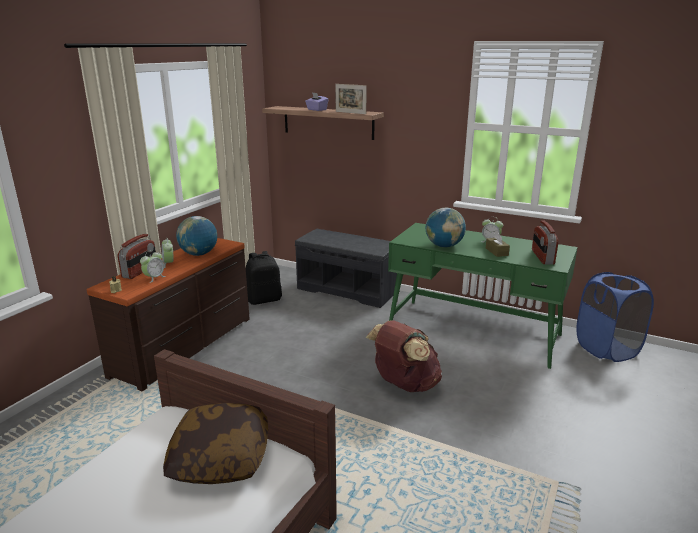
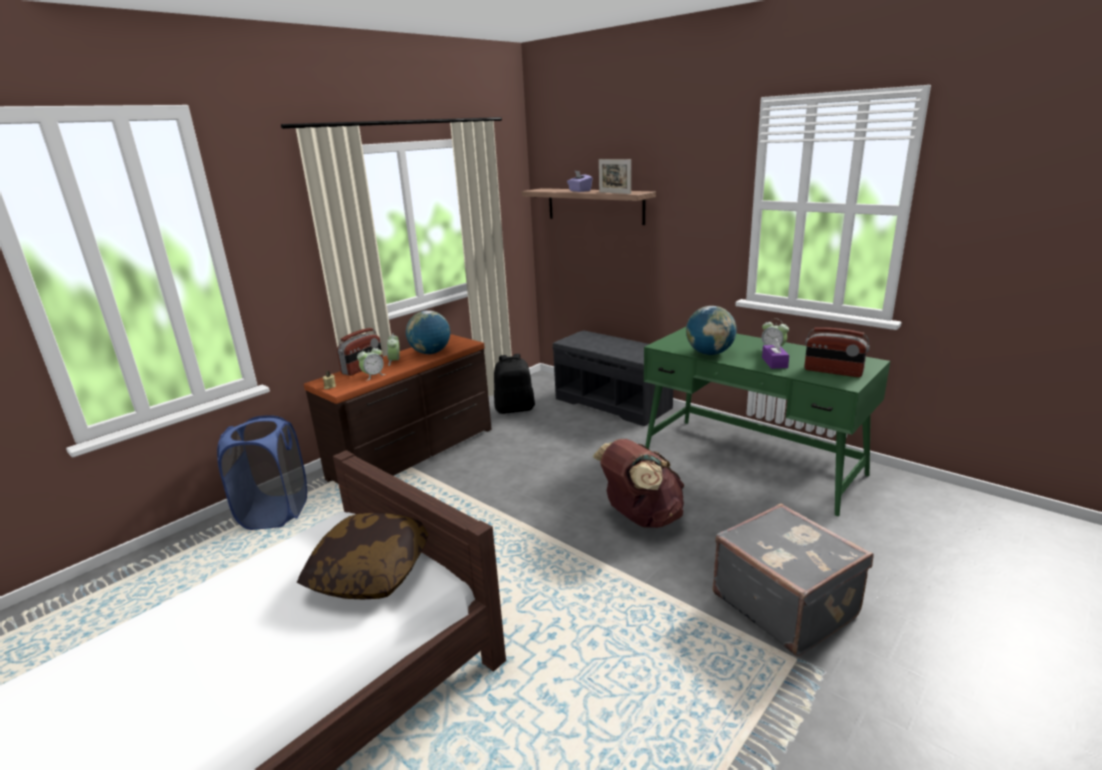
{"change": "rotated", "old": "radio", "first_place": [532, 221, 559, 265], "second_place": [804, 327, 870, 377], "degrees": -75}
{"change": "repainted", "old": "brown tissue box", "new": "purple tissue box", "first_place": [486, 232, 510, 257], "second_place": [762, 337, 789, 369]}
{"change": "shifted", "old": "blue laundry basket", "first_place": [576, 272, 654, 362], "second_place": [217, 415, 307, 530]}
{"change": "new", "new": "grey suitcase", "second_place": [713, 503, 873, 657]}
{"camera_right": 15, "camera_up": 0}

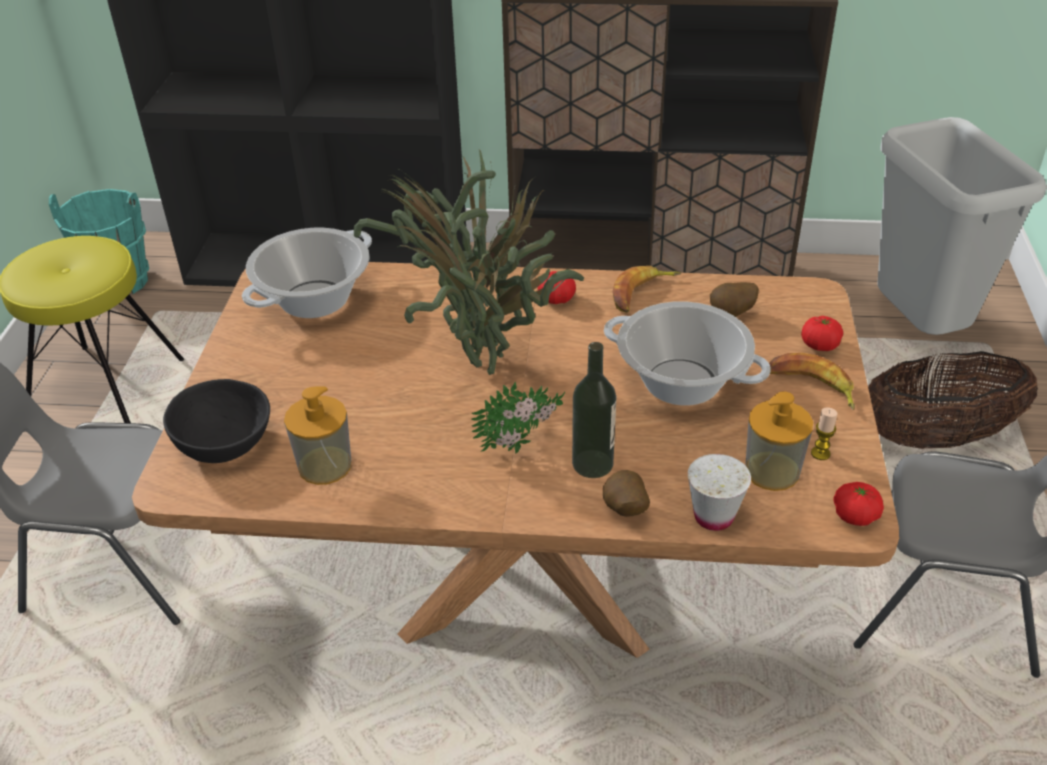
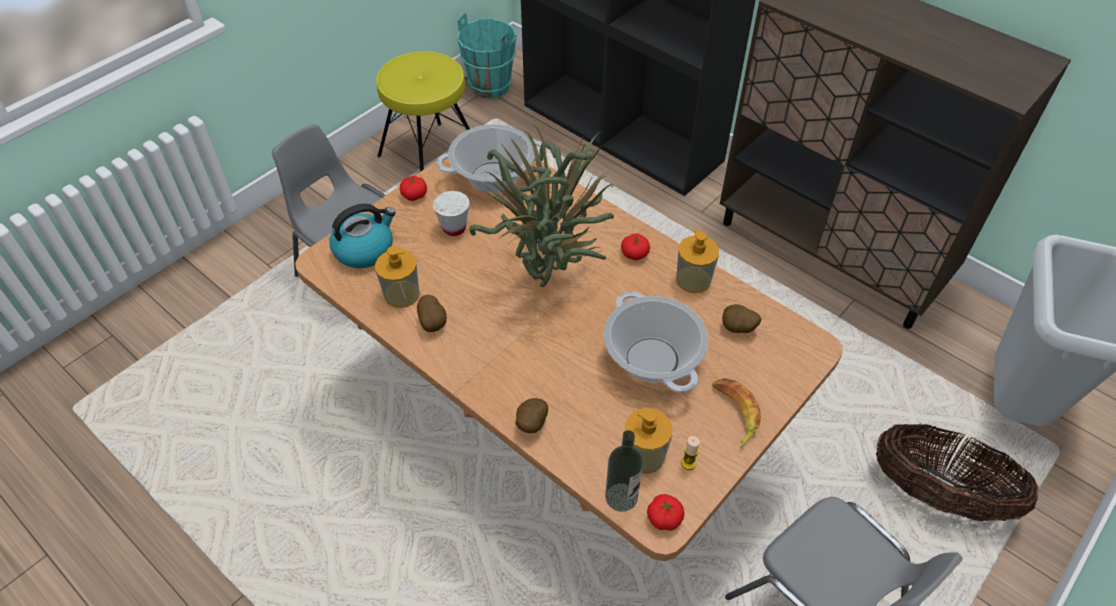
{"change": "swapped", "old": "banana", "new": "soap dispenser", "first_place": [613, 266, 681, 313], "second_place": [676, 229, 719, 293]}
{"change": "shifted", "old": "tomato", "first_place": [801, 316, 843, 351], "second_place": [400, 176, 427, 201]}
{"change": "shifted", "old": "bottle", "first_place": [572, 342, 616, 478], "second_place": [605, 430, 643, 512]}
{"change": "swapped", "old": "black bowl", "new": "kettle", "first_place": [163, 379, 270, 463], "second_place": [330, 203, 396, 268]}
{"change": "gone", "old": "potted plant", "first_place": [471, 382, 565, 453]}
{"change": "shifted", "old": "white cup", "first_place": [688, 454, 751, 531], "second_place": [433, 191, 470, 236]}
{"change": "new", "new": "potato", "second_place": [417, 294, 447, 332]}
{"camera_right": 35, "camera_up": 10}

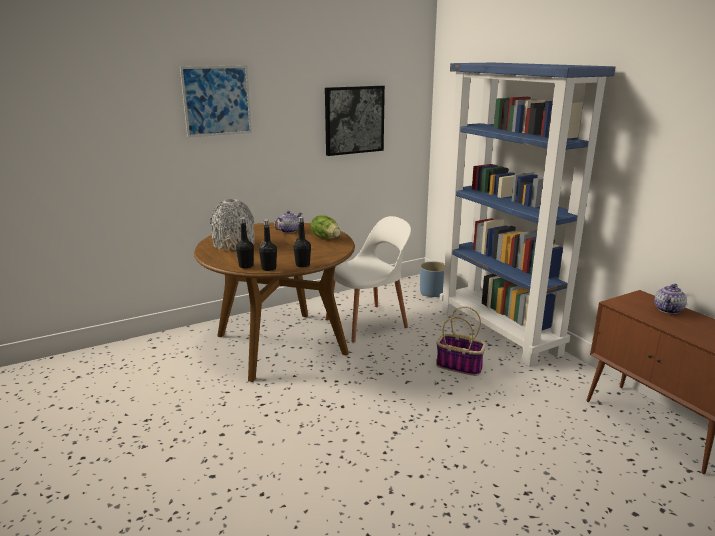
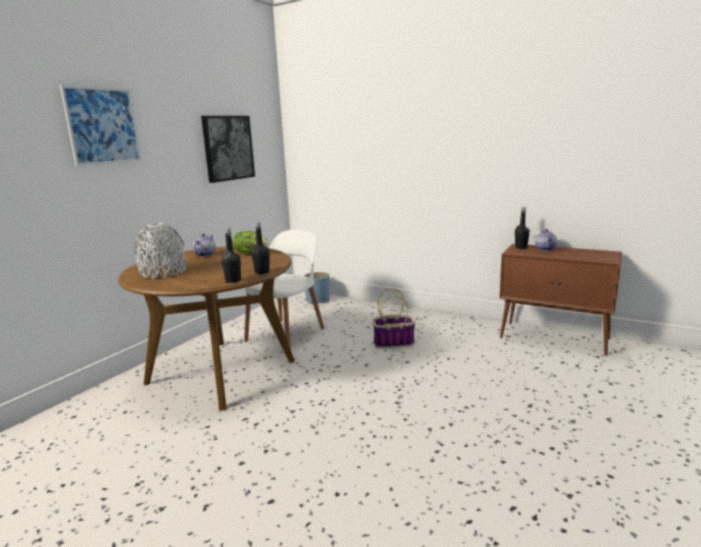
{"change": "gone", "old": "blue bookcase", "first_place": [440, 63, 615, 367]}
{"change": "shifted", "old": "black bottle", "first_place": [236, 217, 254, 269], "second_place": [515, 207, 530, 249]}
{"camera_right": -30, "camera_up": -5}

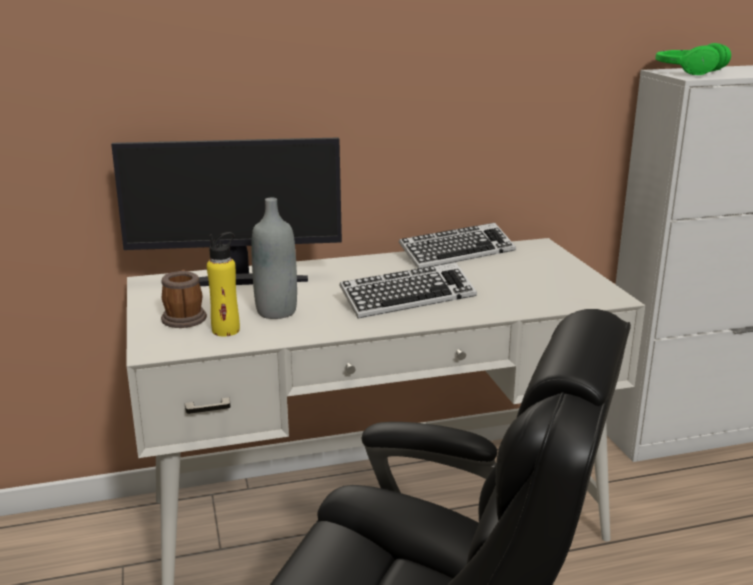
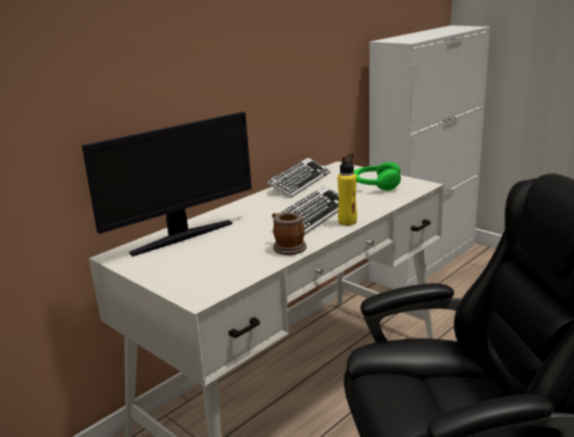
{"change": "shifted", "old": "green headphones", "first_place": [655, 43, 731, 75], "second_place": [354, 162, 401, 191]}
{"change": "gone", "old": "grey bottle", "first_place": [251, 198, 297, 319]}
{"change": "shifted", "old": "yellow bottle", "first_place": [207, 232, 240, 336], "second_place": [337, 154, 357, 225]}
{"change": "shifted", "old": "mug", "first_place": [161, 270, 207, 328], "second_place": [272, 212, 307, 255]}
{"camera_right": -30, "camera_up": 0}

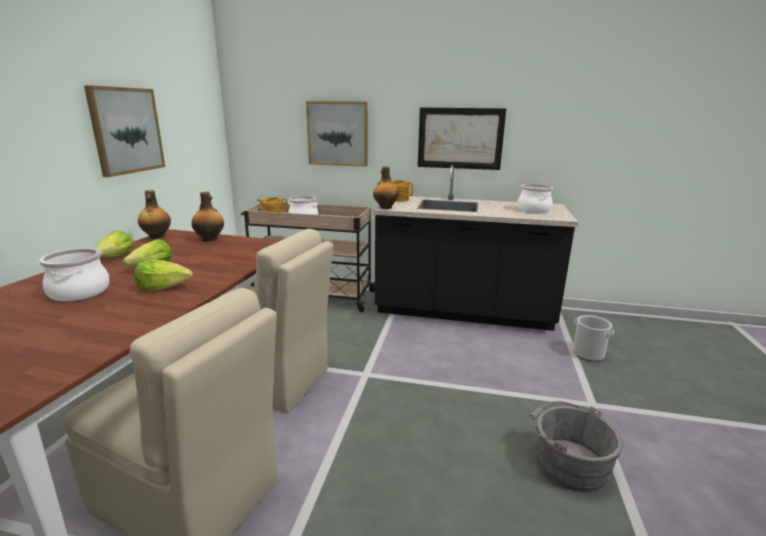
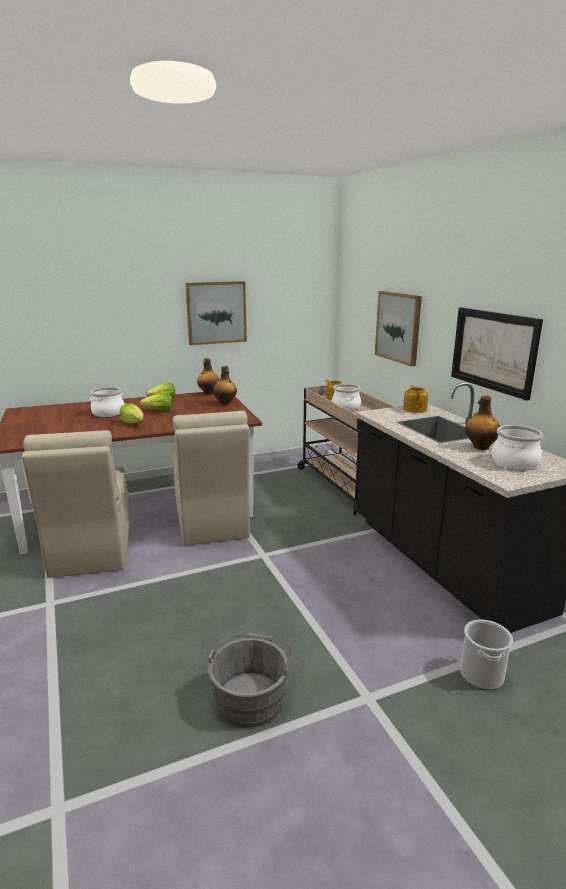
{"change": "shifted", "old": "bottle", "first_place": [373, 166, 399, 209], "second_place": [465, 395, 500, 450]}
{"camera_right": 55, "camera_up": 0}

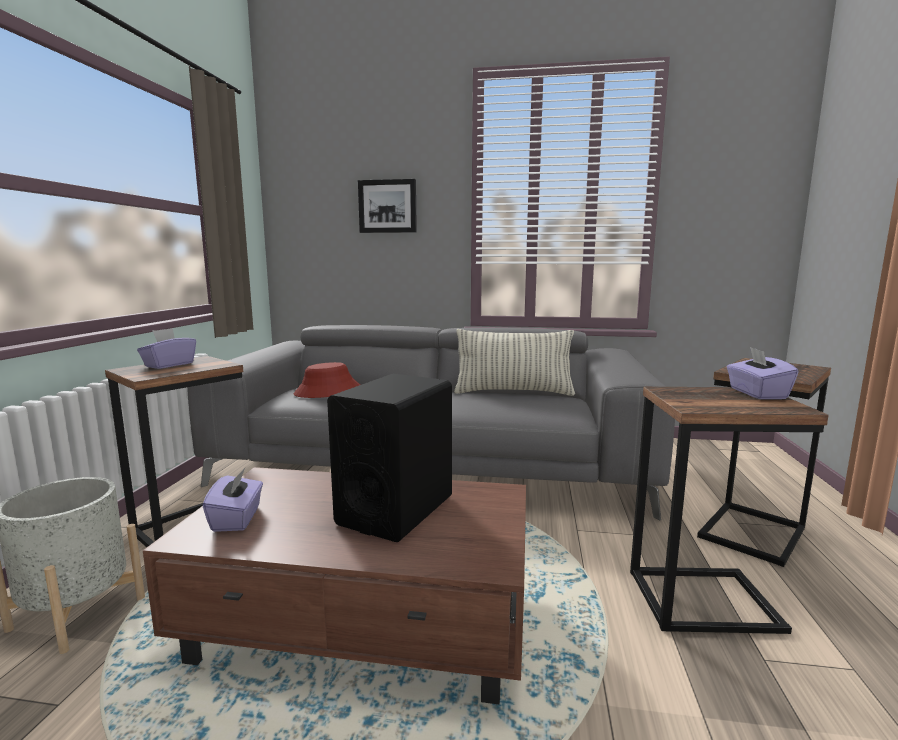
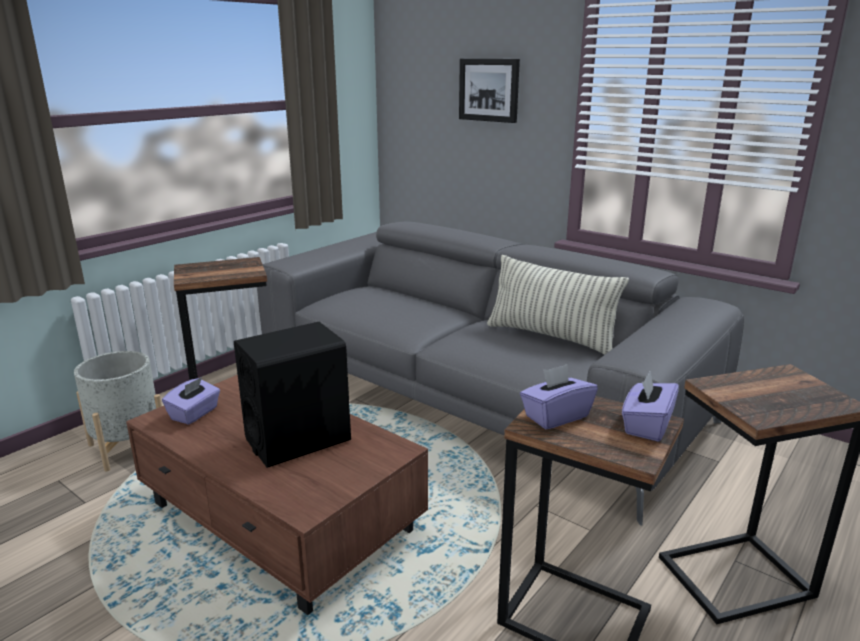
{"change": "shifted", "old": "purple tissue box", "first_place": [137, 328, 196, 369], "second_place": [520, 364, 598, 429]}
{"change": "gone", "old": "red hat", "first_place": [293, 362, 360, 398]}
{"camera_right": 30, "camera_up": 10}

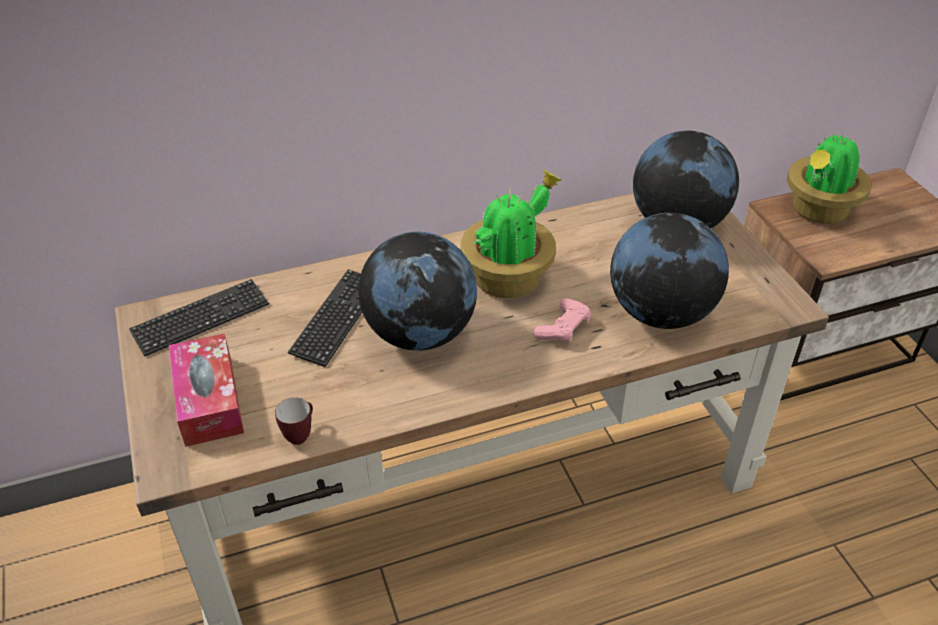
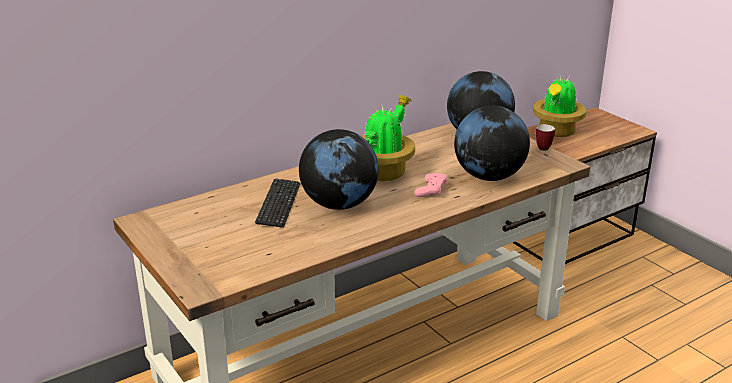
{"change": "gone", "old": "keyboard", "first_place": [129, 279, 269, 357]}
{"change": "gone", "old": "tissue box", "first_place": [169, 333, 244, 447]}
{"change": "shifted", "old": "mug", "first_place": [275, 397, 313, 445], "second_place": [536, 124, 555, 151]}
{"camera_right": -15, "camera_up": -15}

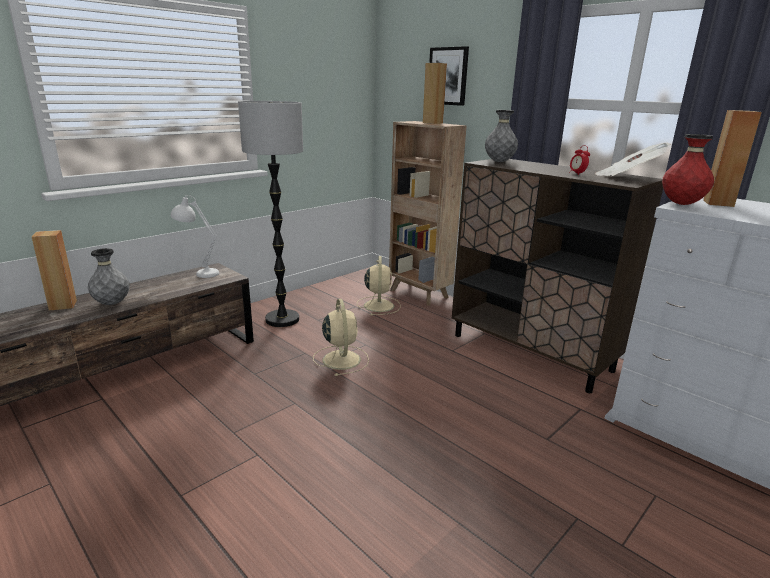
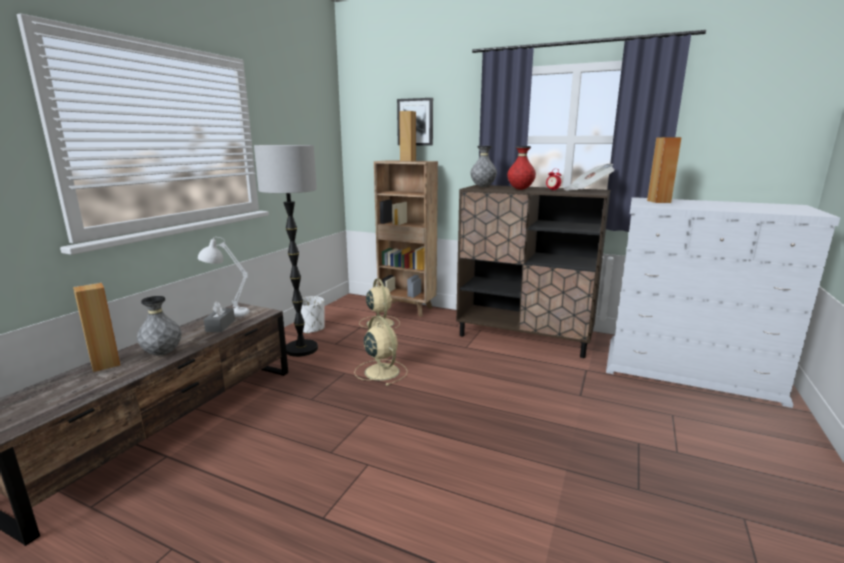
{"change": "shifted", "old": "red vase", "first_place": [662, 134, 714, 205], "second_place": [507, 146, 536, 190]}
{"change": "new", "new": "white planter", "second_place": [301, 296, 325, 334]}
{"change": "new", "new": "grey tissue box", "second_place": [204, 301, 235, 332]}
{"camera_right": -20, "camera_up": -5}

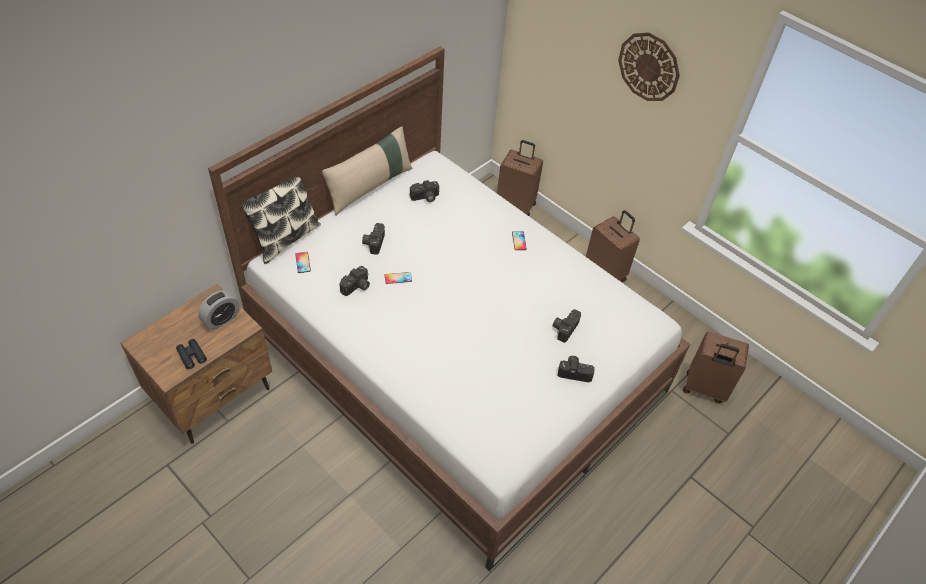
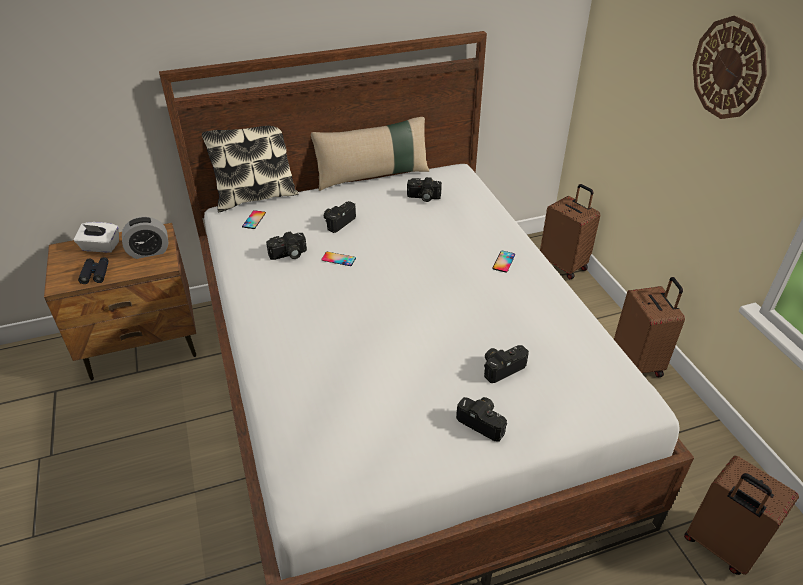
{"change": "new", "new": "white tissue box", "second_place": [74, 222, 119, 253]}
{"camera_right": 30, "camera_up": -10}

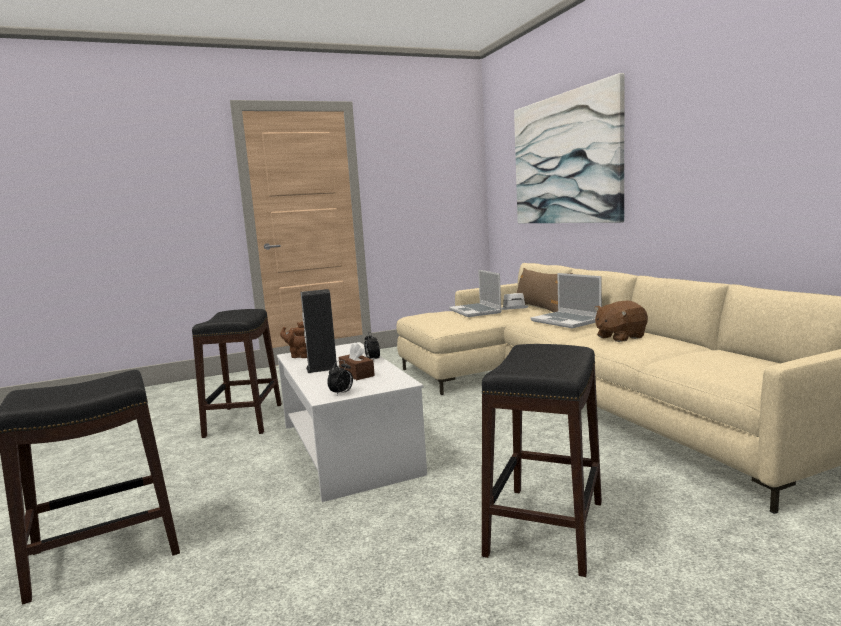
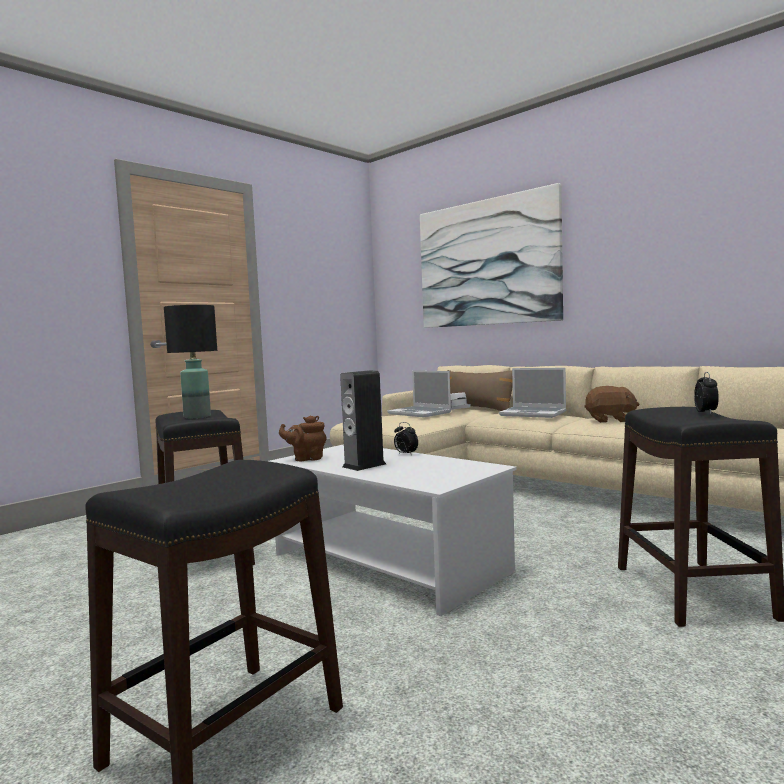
{"change": "rotated", "old": "brown plush toy", "first_place": [595, 301, 648, 342], "second_place": [584, 386, 639, 423], "degrees": -120}
{"change": "gone", "old": "brown tissue box", "first_place": [339, 342, 375, 380]}
{"change": "shifted", "old": "alarm clock", "first_place": [327, 360, 353, 395], "second_place": [694, 372, 719, 414]}
{"change": "new", "new": "black table lamp", "second_place": [164, 305, 217, 418]}
{"camera_right": -25, "camera_up": -5}

